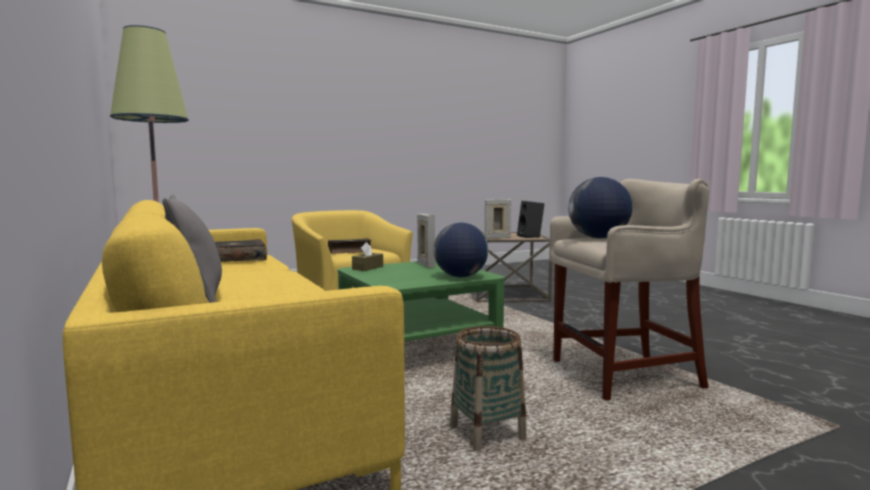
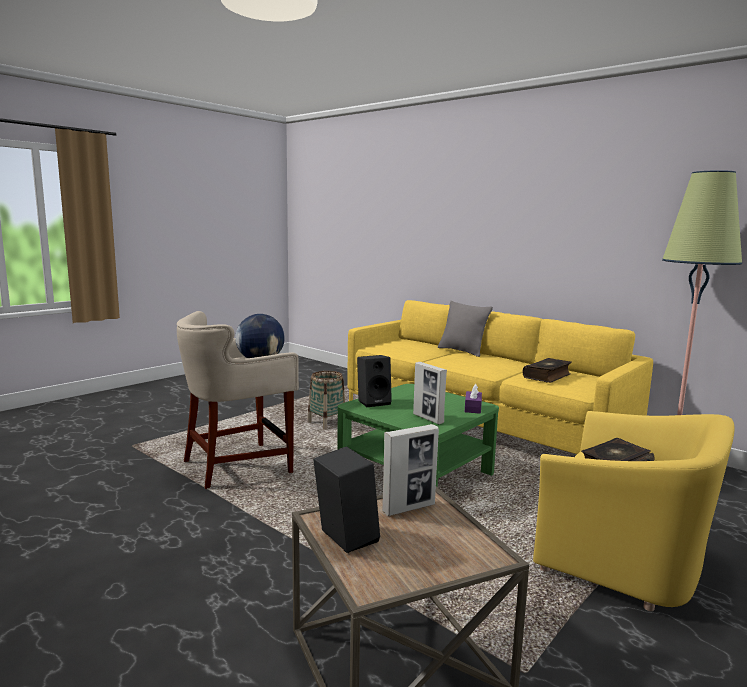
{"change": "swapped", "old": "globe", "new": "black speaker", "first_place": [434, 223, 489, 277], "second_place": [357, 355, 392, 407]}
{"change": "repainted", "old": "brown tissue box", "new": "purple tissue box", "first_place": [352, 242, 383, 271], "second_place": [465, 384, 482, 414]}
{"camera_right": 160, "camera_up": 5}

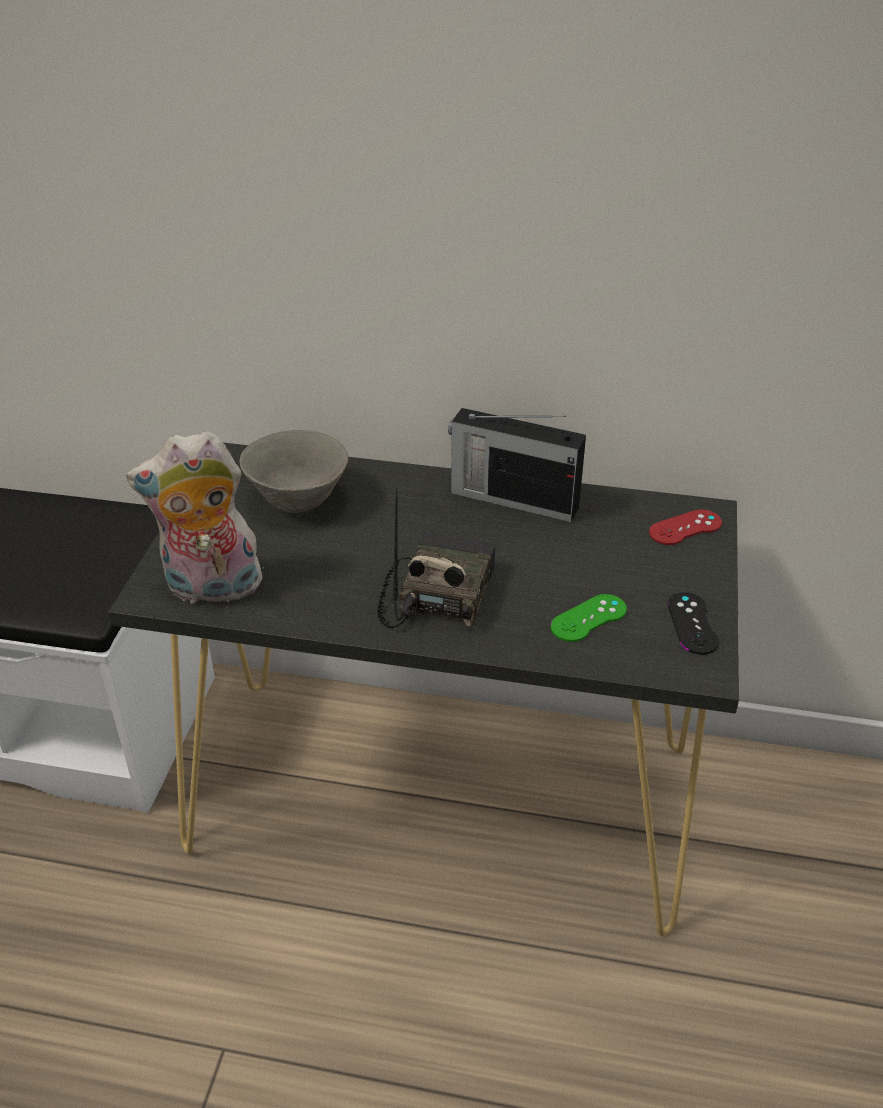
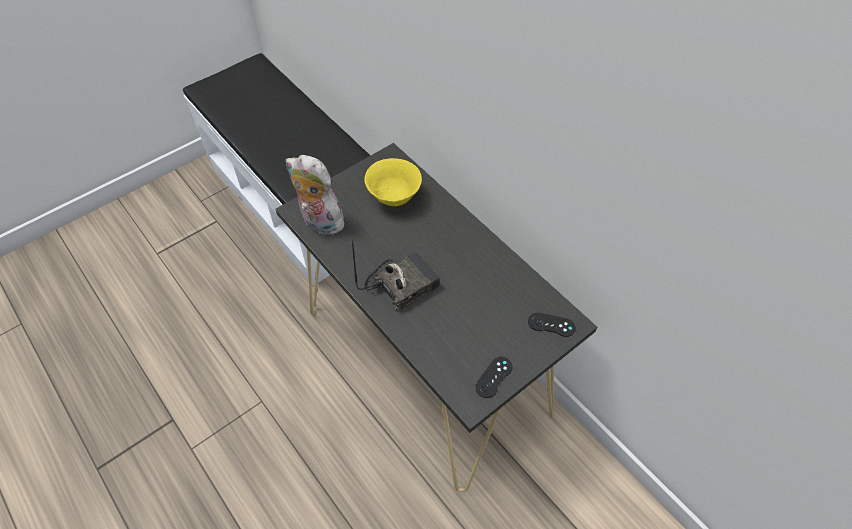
{"change": "gone", "old": "radio", "first_place": [448, 408, 586, 522]}
{"change": "repainted", "old": "grey bowl", "new": "yellow bowl", "first_place": [240, 430, 348, 513], "second_place": [364, 158, 422, 206]}
{"change": "repainted", "old": "red game controller", "new": "black game controller", "first_place": [649, 509, 722, 545], "second_place": [528, 313, 576, 337]}
{"change": "gone", "old": "green game controller", "first_place": [550, 594, 627, 642]}
{"camera_right": 40, "camera_up": 15}

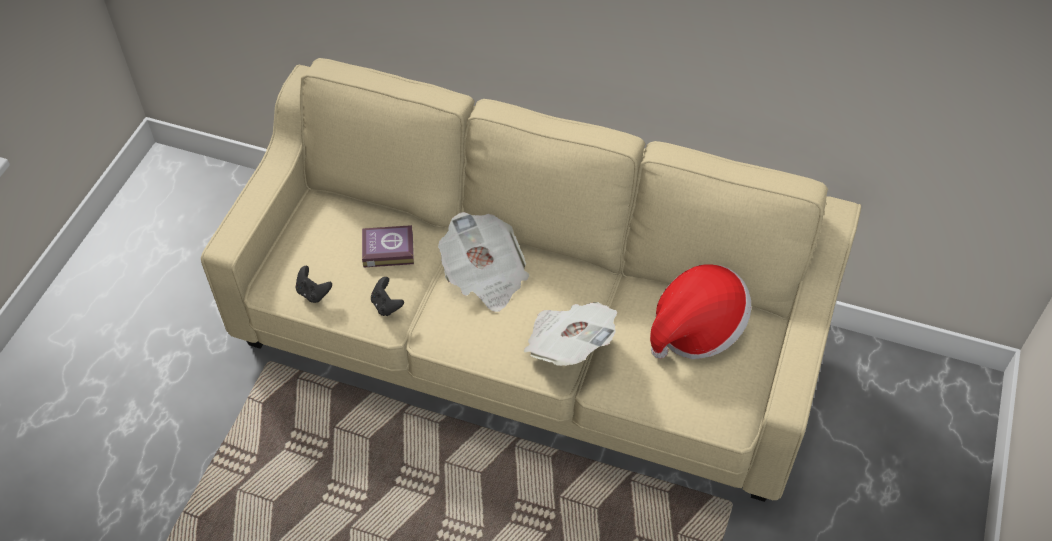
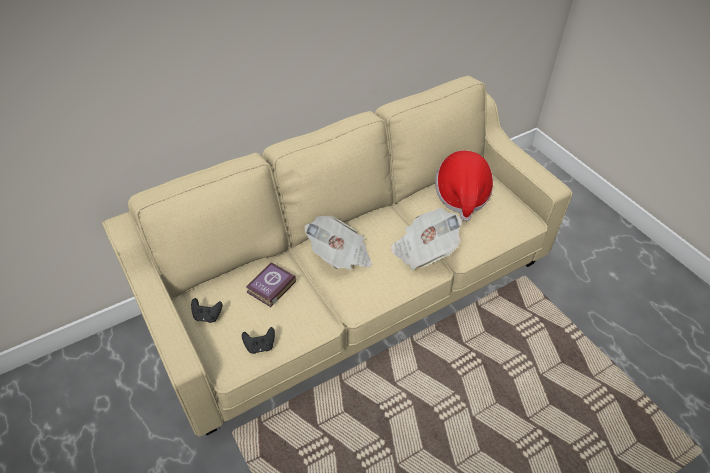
{"change": "shifted", "old": "black game controller", "first_place": [371, 277, 404, 316], "second_place": [191, 298, 223, 323]}
{"camera_right": -50, "camera_up": -5}

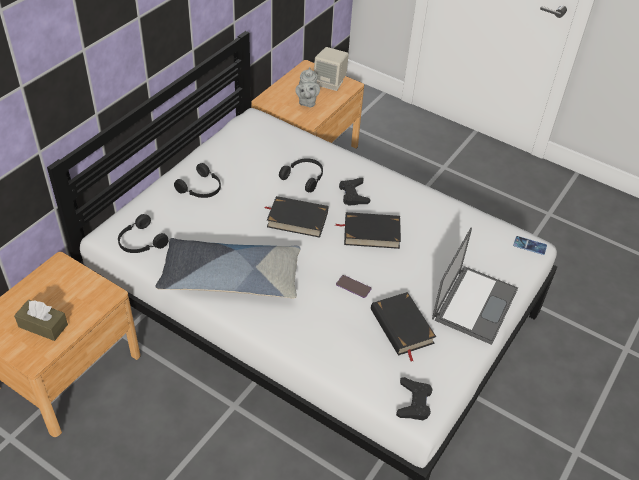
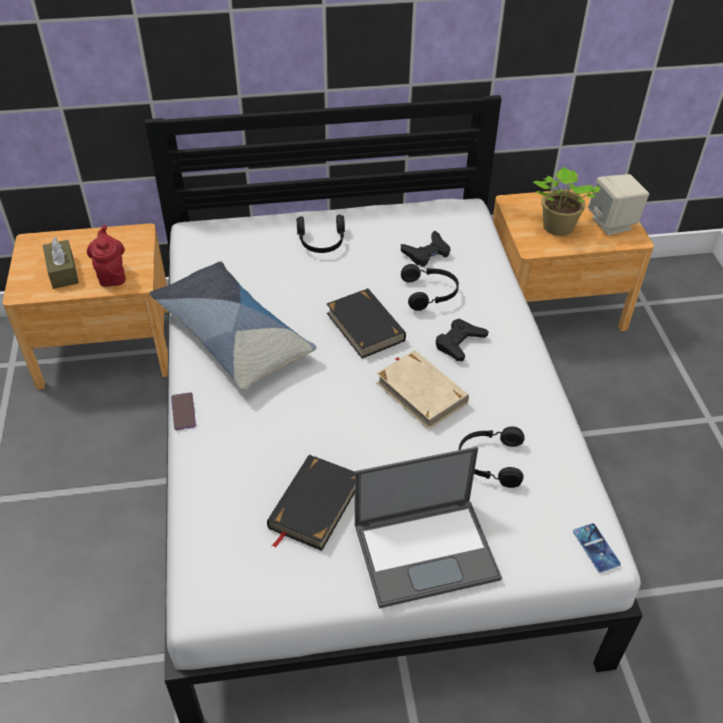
{"change": "swapped", "old": "grey teapot", "new": "potted plant", "first_place": [295, 67, 320, 107], "second_place": [532, 167, 601, 236]}
{"change": "repainted", "old": "black book", "new": "beige book", "first_place": [335, 212, 401, 249], "second_place": [376, 350, 469, 430]}
{"change": "shifted", "old": "black headphones", "first_place": [118, 214, 169, 253], "second_place": [459, 426, 525, 488]}
{"change": "shifted", "old": "phone", "first_place": [336, 275, 372, 298], "second_place": [171, 392, 196, 430]}
{"change": "shifted", "old": "black game controller", "first_place": [396, 377, 433, 420], "second_place": [401, 231, 450, 267]}
{"change": "new", "new": "red teapot", "second_place": [87, 225, 126, 287]}
{"camera_right": 50, "camera_up": 0}

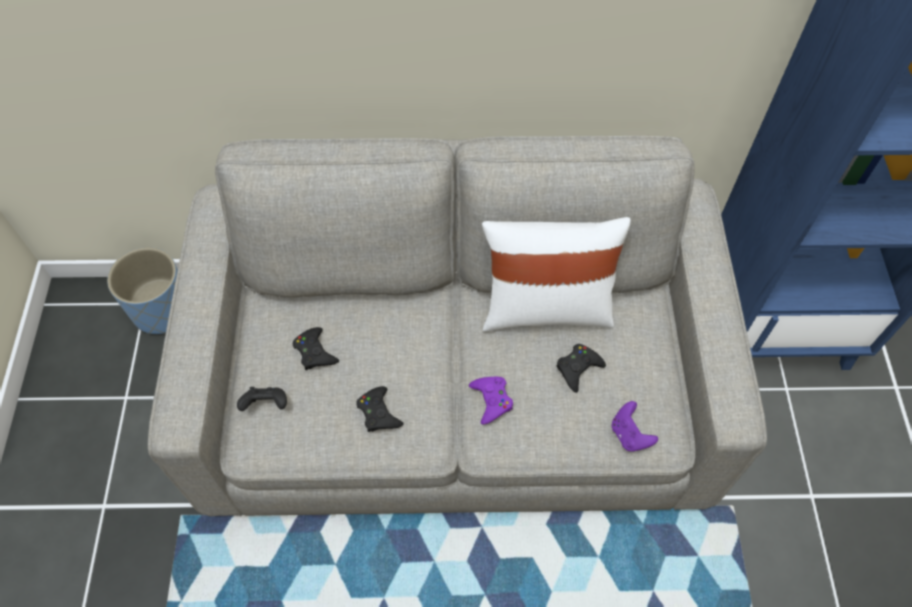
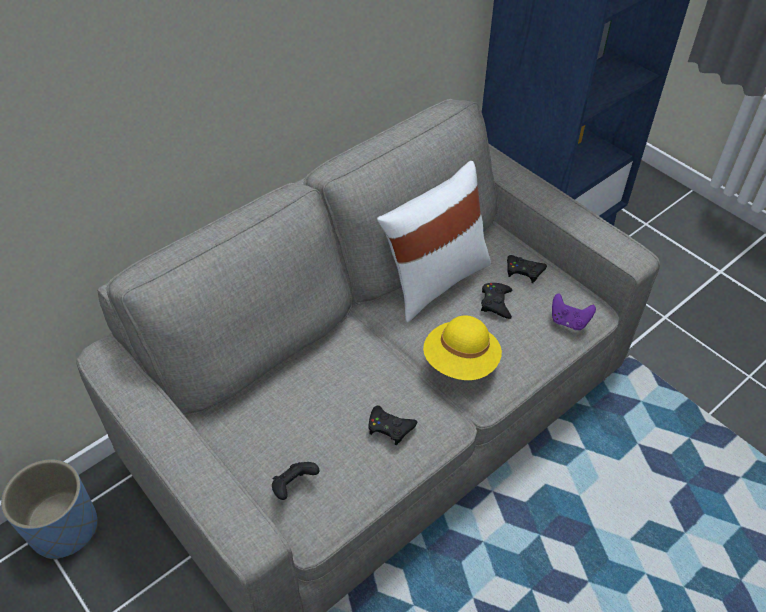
{"change": "shifted", "old": "black game controller", "first_place": [293, 327, 339, 370], "second_place": [507, 255, 547, 283]}
{"change": "swapped", "old": "purple game controller", "new": "yellow hat", "first_place": [469, 377, 513, 424], "second_place": [423, 315, 502, 380]}
{"camera_right": -40, "camera_up": -10}

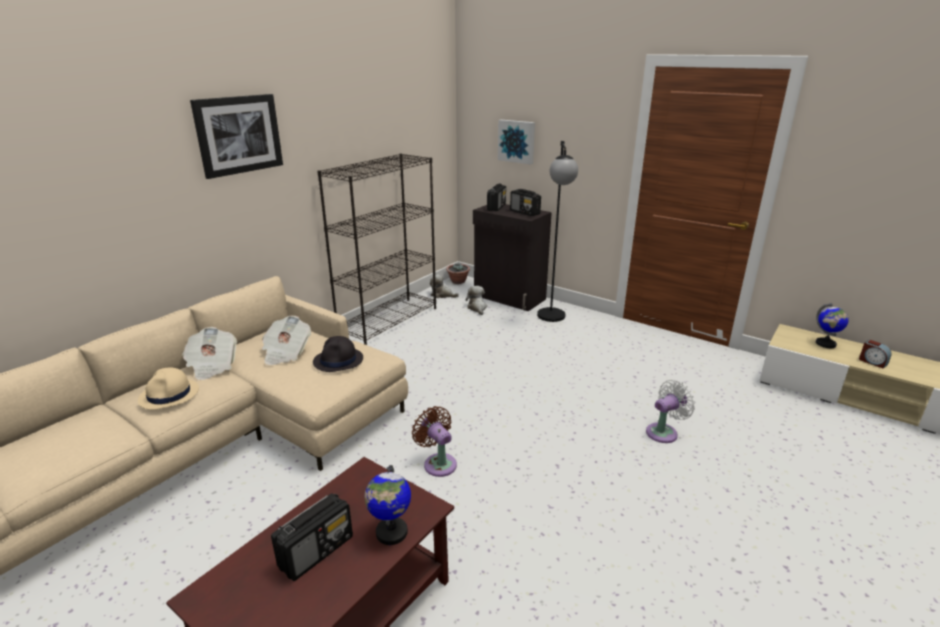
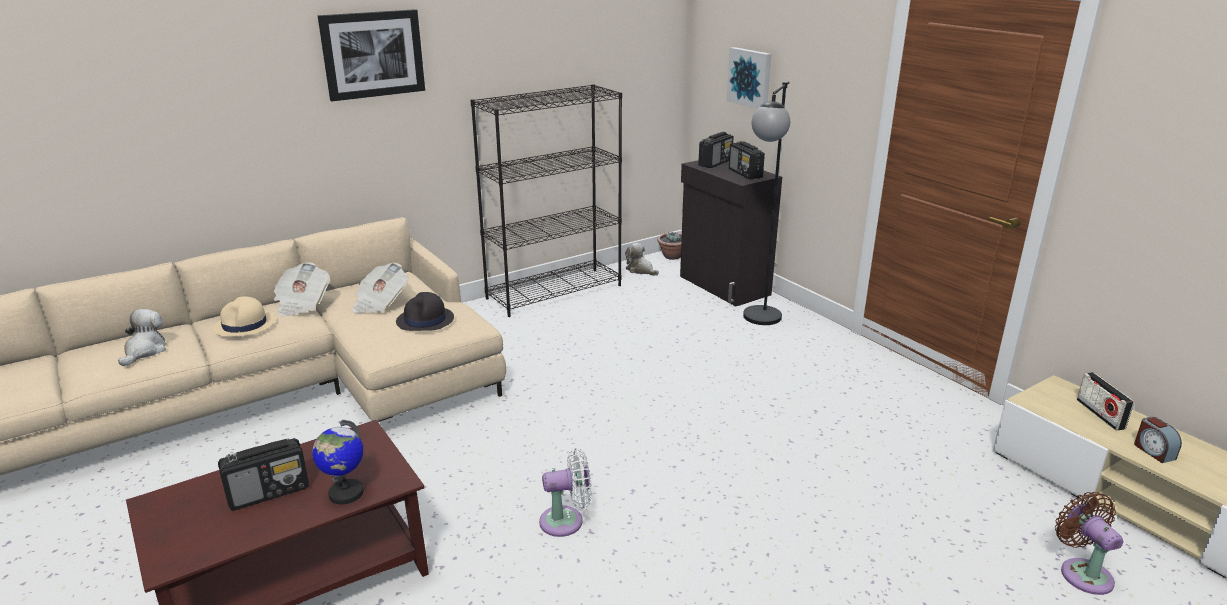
{"change": "shifted", "old": "plush toy", "first_place": [466, 286, 487, 315], "second_place": [118, 309, 167, 366]}
{"change": "swapped", "old": "globe", "new": "radio", "first_place": [816, 303, 849, 348], "second_place": [1077, 372, 1134, 430]}
{"change": "shifted", "old": "white fan", "first_place": [646, 380, 695, 443], "second_place": [539, 448, 591, 537]}
{"change": "shifted", "old": "brown fan", "first_place": [412, 406, 457, 477], "second_place": [1055, 492, 1123, 595]}
{"camera_right": 20, "camera_up": 0}

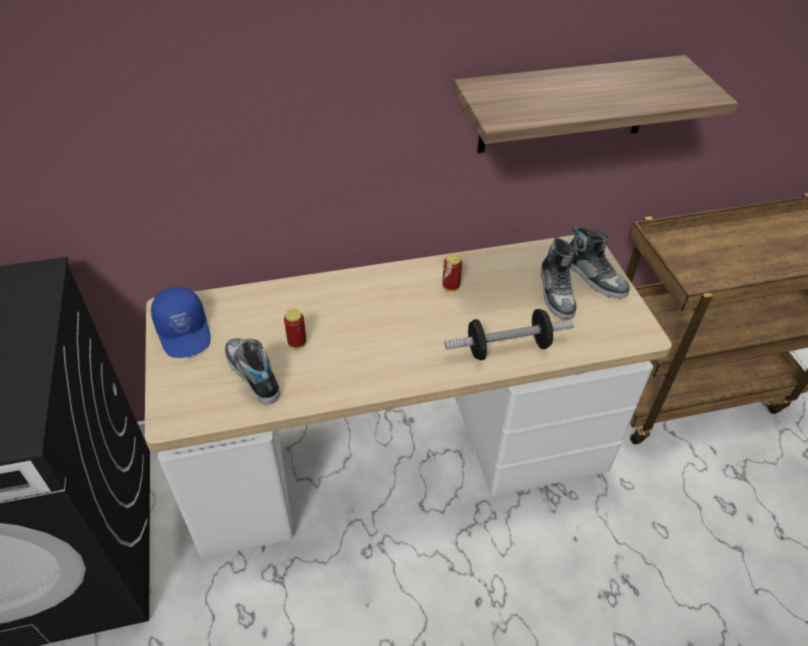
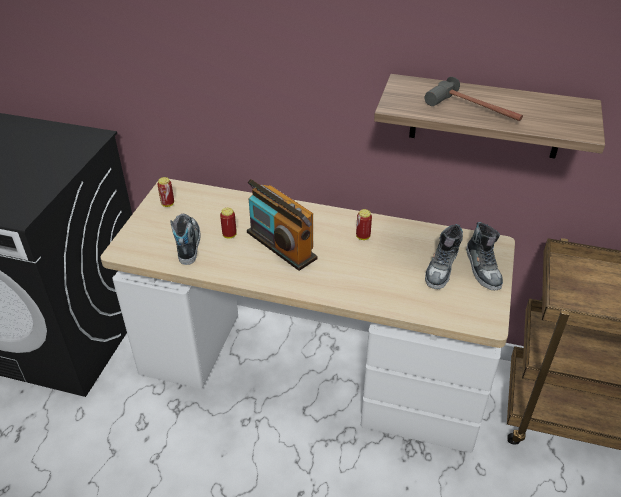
{"change": "swapped", "old": "blue cap", "new": "can", "first_place": [151, 286, 211, 358], "second_place": [157, 177, 174, 207]}
{"change": "gone", "old": "dumbbell", "first_place": [445, 309, 574, 360]}
{"change": "new", "new": "hammer", "second_place": [425, 77, 523, 121]}
{"change": "new", "new": "radio", "second_place": [247, 179, 318, 271]}
{"camera_right": 30, "camera_up": -5}

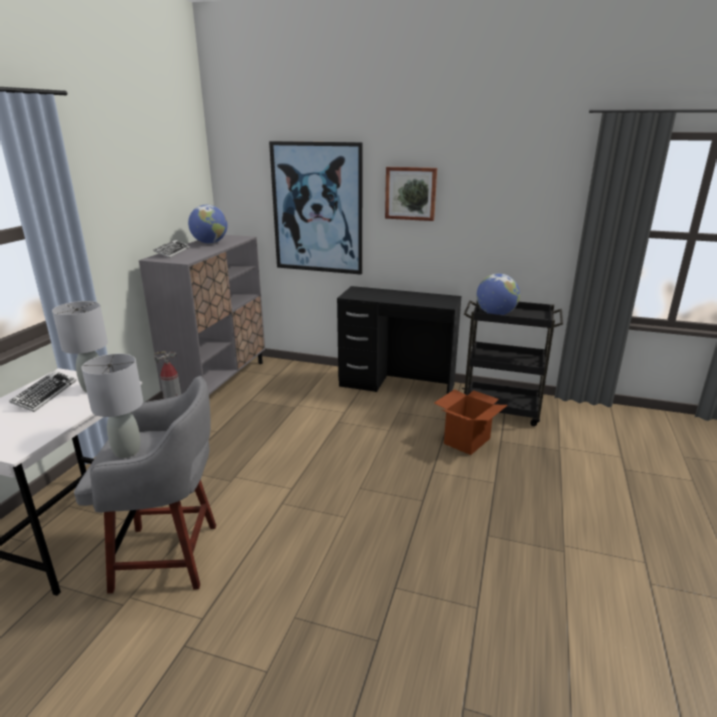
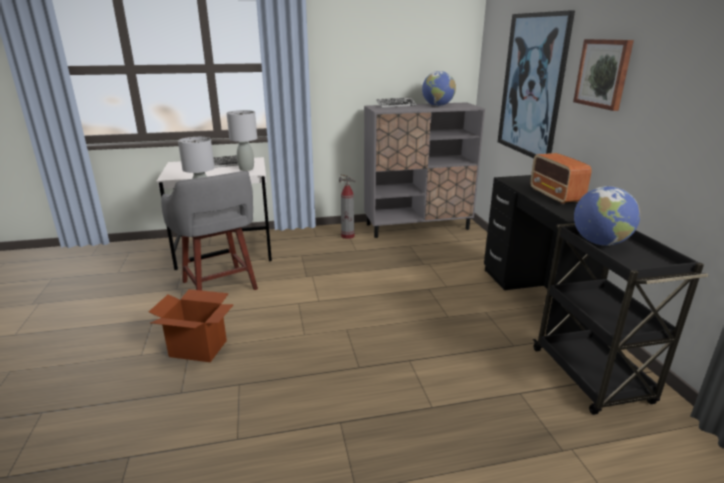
{"change": "shifted", "old": "cardboard box", "first_place": [434, 389, 508, 455], "second_place": [149, 289, 234, 362]}
{"change": "new", "new": "radio", "second_place": [530, 153, 592, 204]}
{"camera_right": 60, "camera_up": 0}

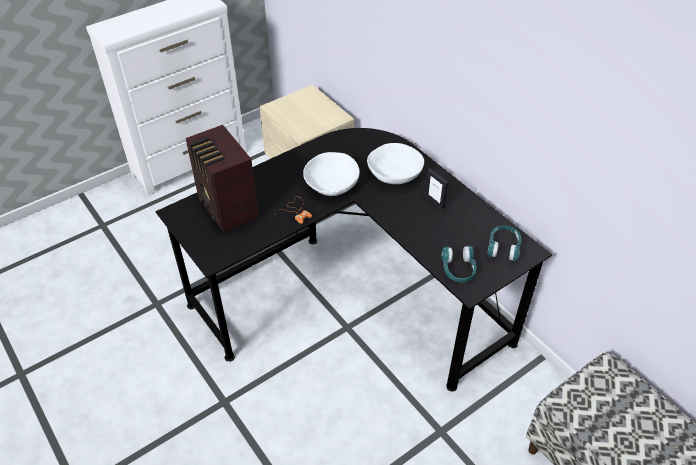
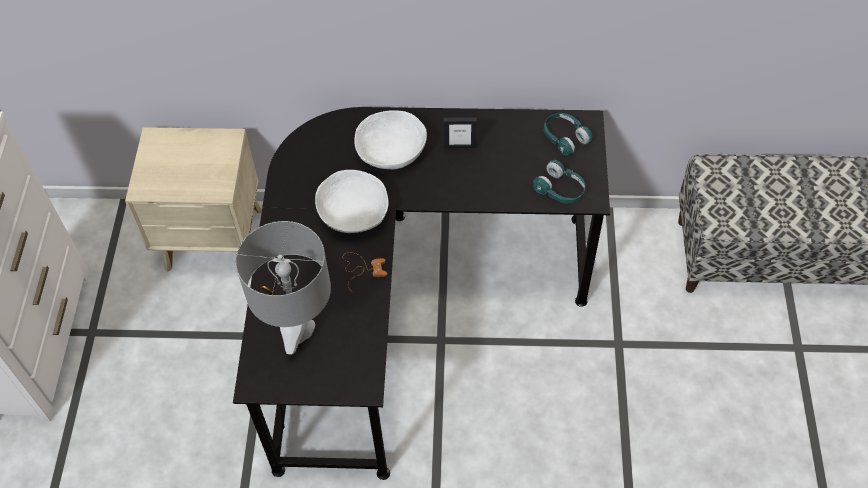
{"change": "swapped", "old": "radio", "new": "grey table lamp", "first_place": [186, 125, 259, 232], "second_place": [236, 221, 331, 355]}
{"camera_right": -50, "camera_up": 10}

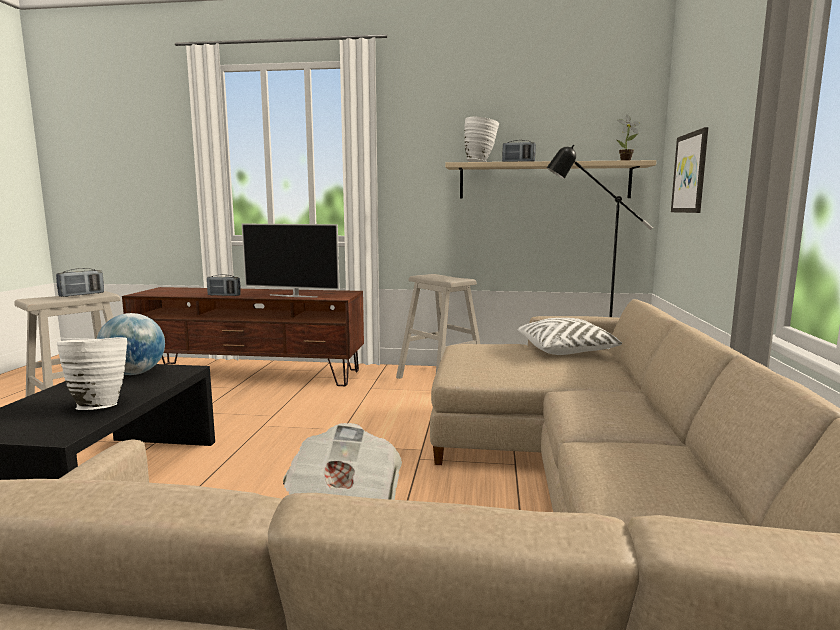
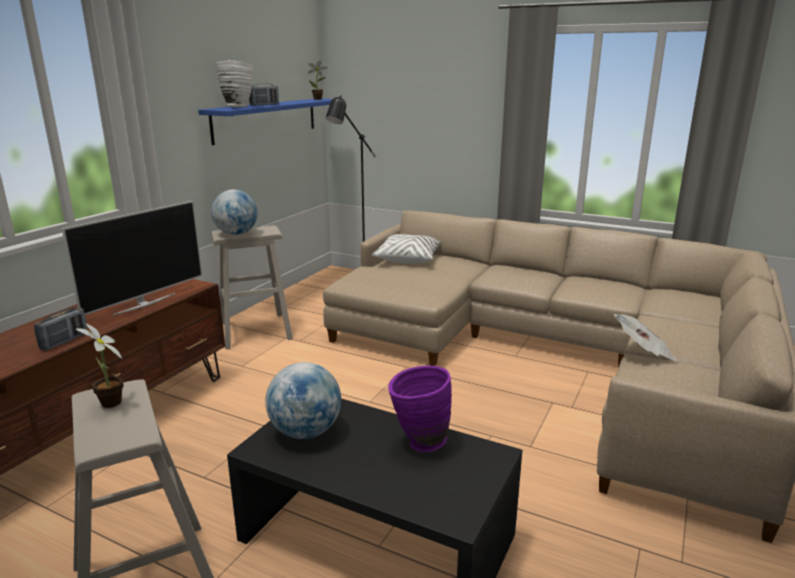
{"change": "gone", "old": "picture", "first_place": [671, 127, 708, 213]}
{"change": "repainted", "old": "beige shelf", "new": "blue shelf", "first_place": [445, 160, 656, 199], "second_place": [198, 99, 332, 145]}
{"change": "swapped", "old": "radio", "new": "potted plant", "first_place": [56, 268, 104, 297], "second_place": [76, 323, 124, 408]}
{"change": "repainted", "old": "white vase", "new": "purple vase", "first_place": [57, 337, 127, 410], "second_place": [388, 366, 452, 452]}
{"change": "new", "new": "globe", "second_place": [211, 189, 258, 235]}
{"camera_right": -70, "camera_up": 10}

